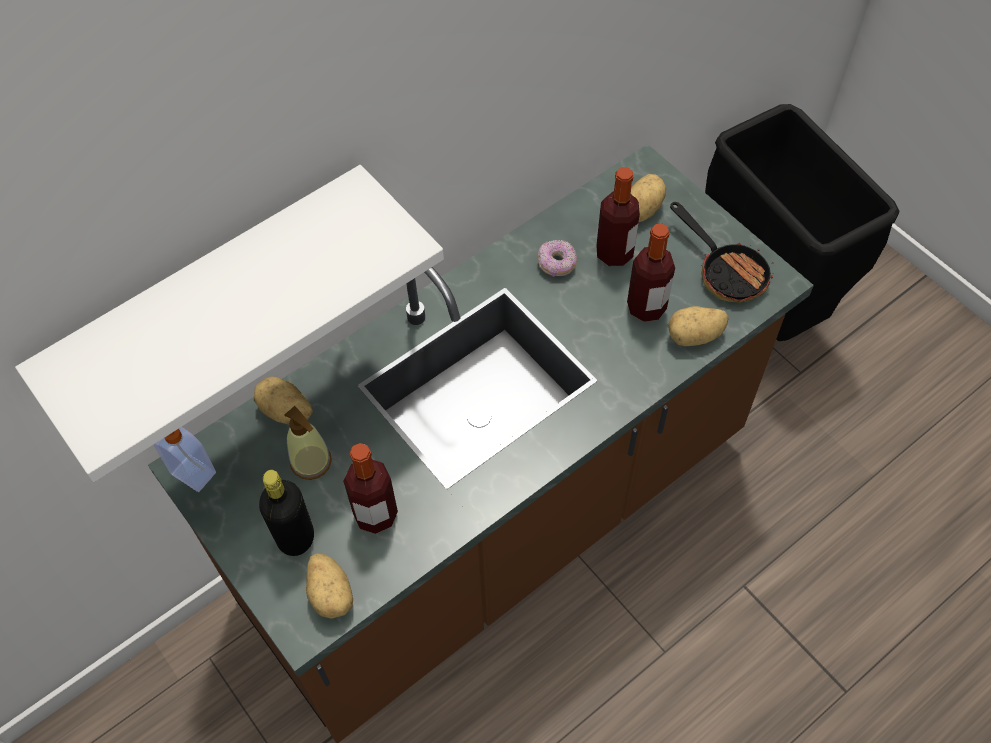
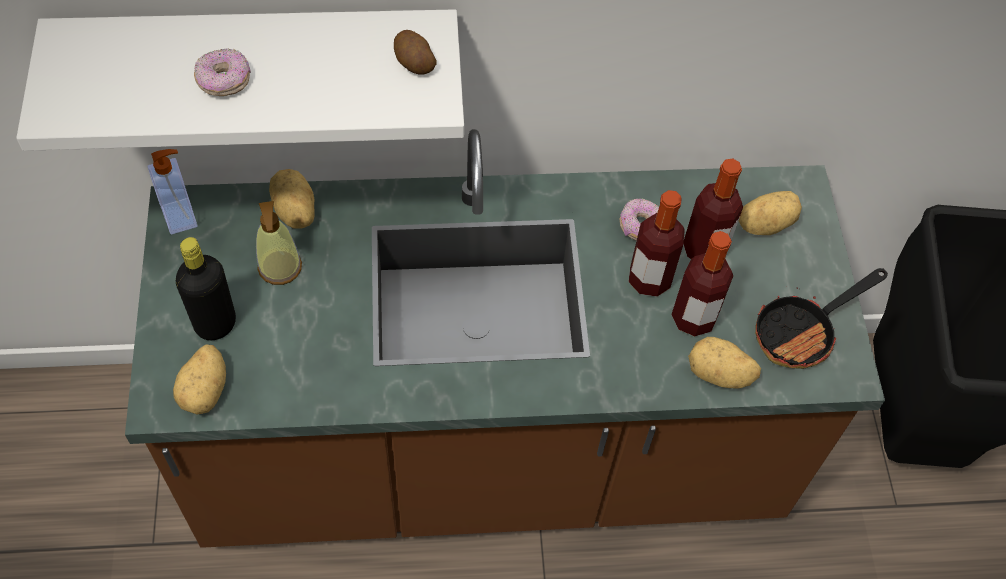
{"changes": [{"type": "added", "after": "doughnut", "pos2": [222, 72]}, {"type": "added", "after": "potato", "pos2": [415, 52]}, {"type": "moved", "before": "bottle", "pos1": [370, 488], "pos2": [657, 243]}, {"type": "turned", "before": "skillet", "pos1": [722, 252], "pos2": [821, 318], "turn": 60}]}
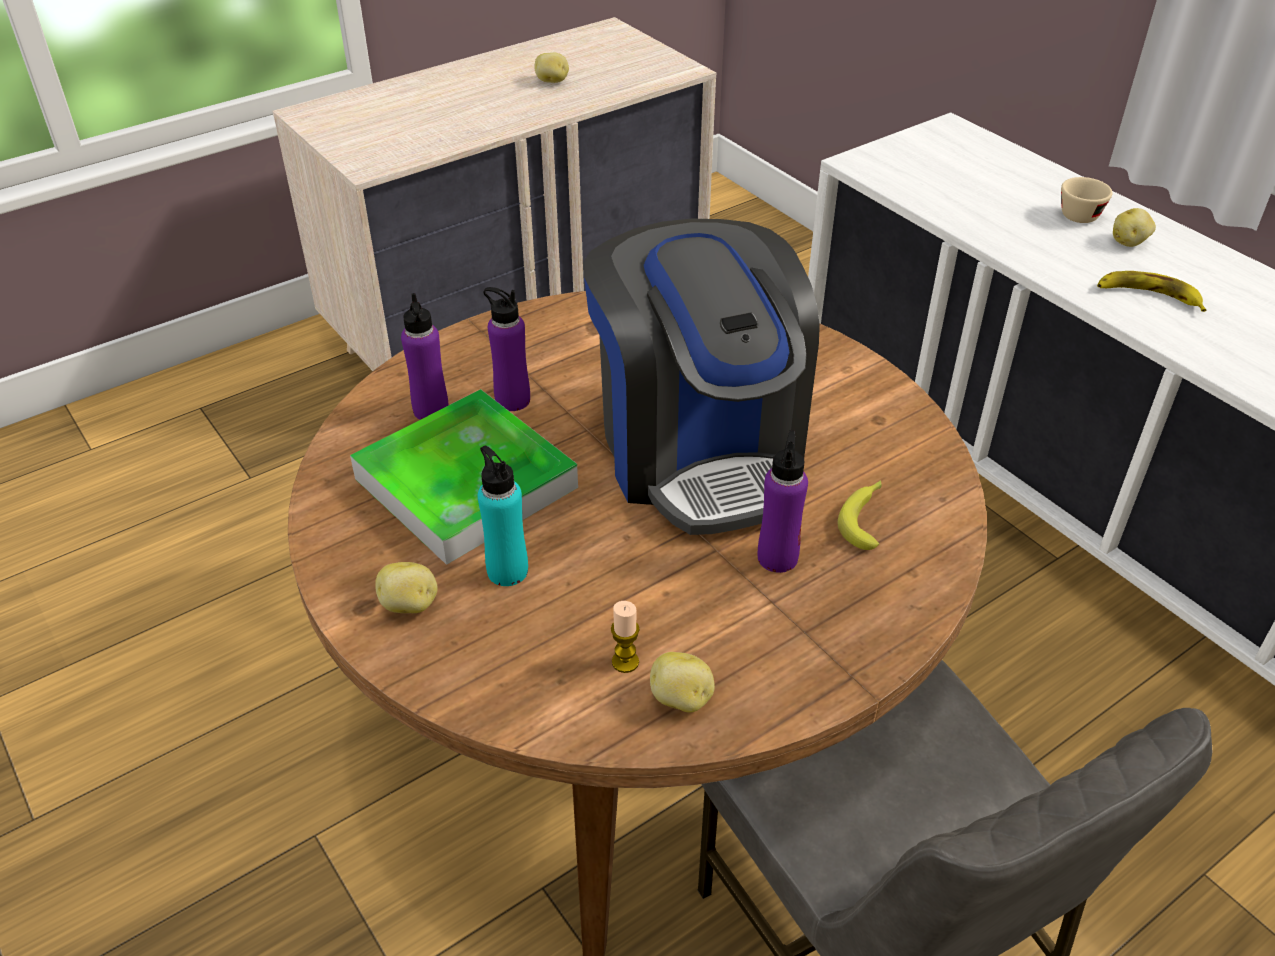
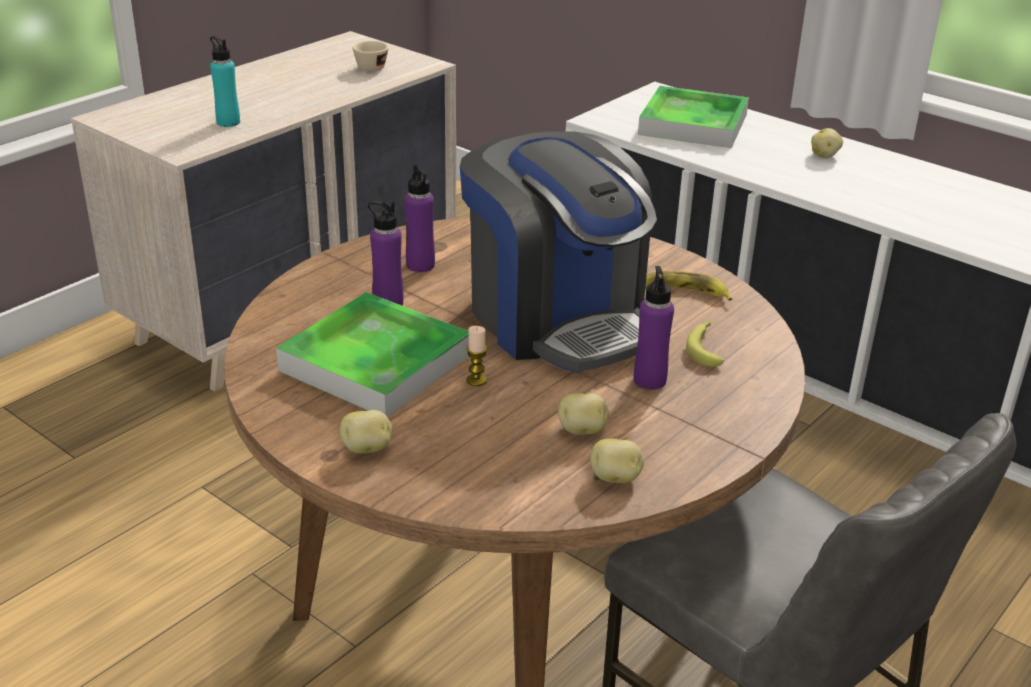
{"changes": [{"type": "added", "after": "carrying tray", "pos2": [693, 117]}, {"type": "moved", "before": "bottle (purple)", "pos1": [425, 356], "pos2": [419, 218]}, {"type": "moved", "before": "bottle (turquoise-coloured)", "pos1": [503, 516], "pos2": [225, 81]}, {"type": "moved", "before": "potato", "pos1": [551, 68], "pos2": [583, 413]}, {"type": "moved", "before": "candle", "pos1": [625, 637], "pos2": [476, 356]}, {"type": "moved", "before": "cup (beige)", "pos1": [1086, 200], "pos2": [371, 56]}, {"type": "moved", "before": "banana", "pos1": [1152, 291], "pos2": [688, 286]}]}
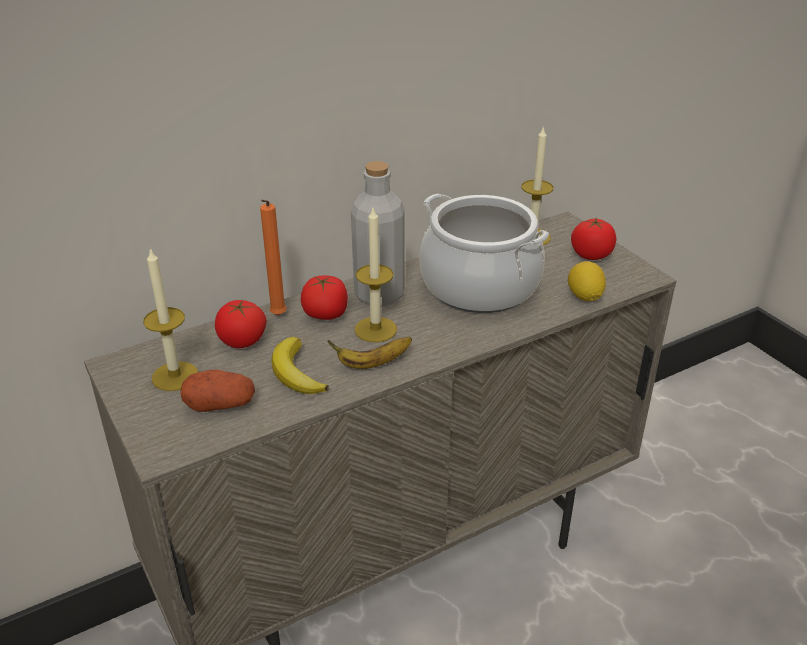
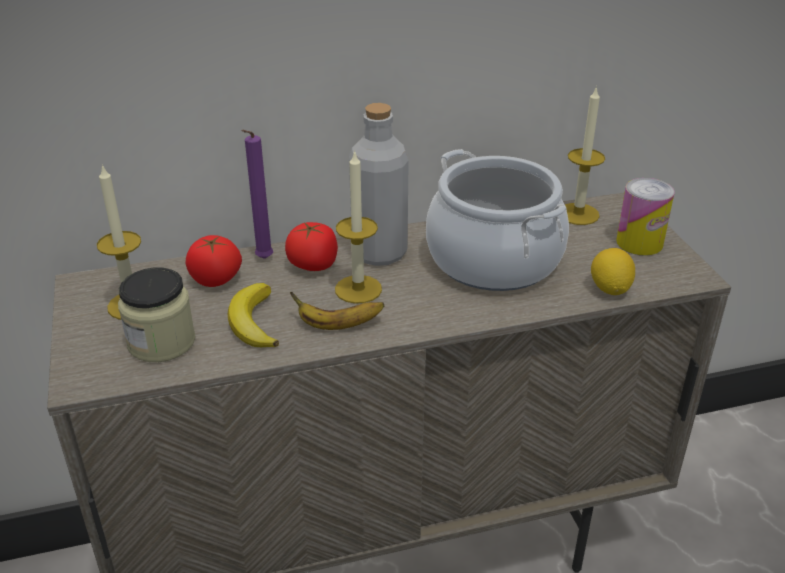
{"changes": [{"type": "replaced", "before": "potato", "after": "preserve jar", "pos1": [217, 391], "pos2": [157, 314]}, {"type": "replaced", "before": "fresh tomato", "after": "can", "pos1": [593, 239], "pos2": [645, 217]}, {"type": "recoloured", "before": "candle (orangey)", "after": "candle (purple)", "pos1": [273, 257], "pos2": [257, 194]}]}
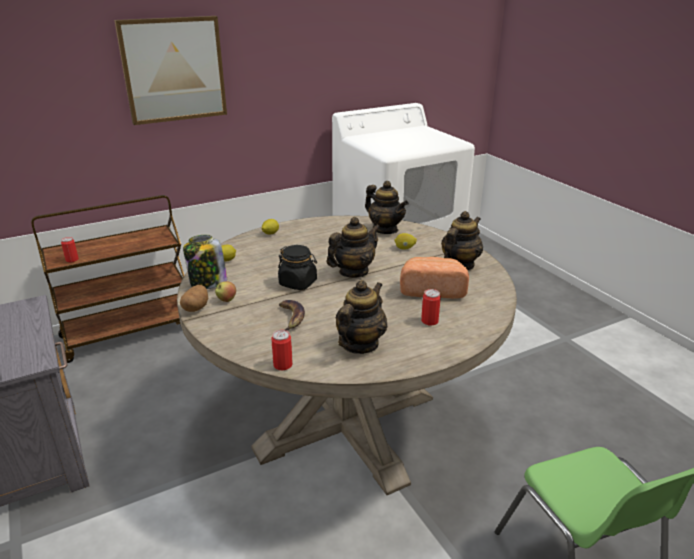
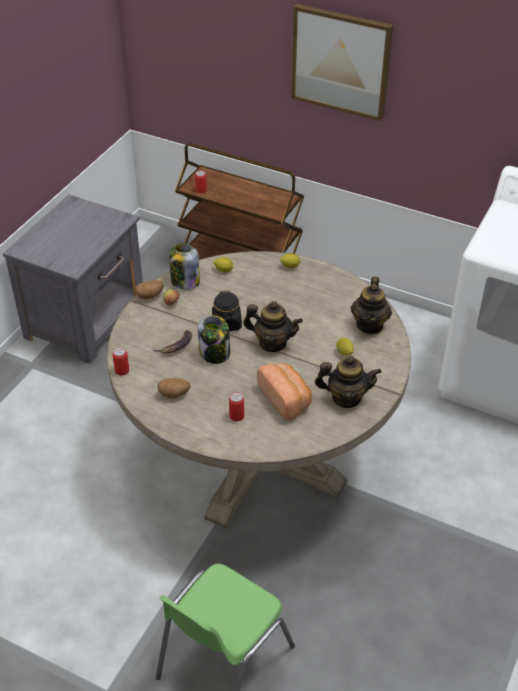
{"changes": [{"type": "added", "after": "preserve jar", "pos2": [214, 339]}, {"type": "replaced", "before": "teapot", "after": "potato", "pos1": [362, 317], "pos2": [174, 388]}]}
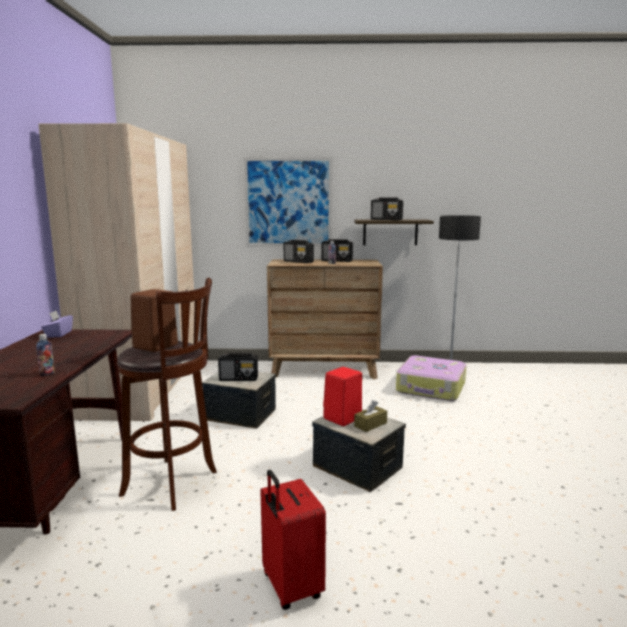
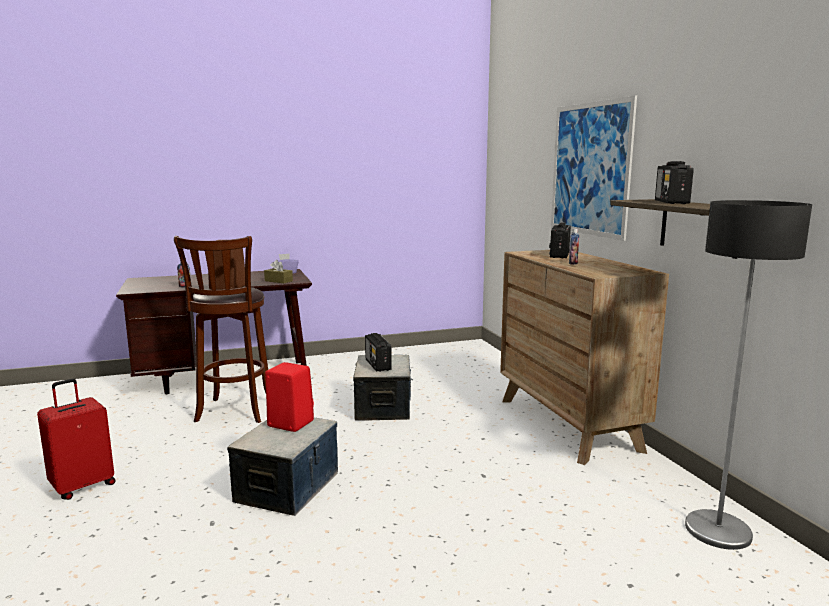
{"changes": [{"type": "removed", "before": "wardrobe (beige)", "pos1": [116, 272]}, {"type": "removed", "before": "radio", "pos1": [337, 250]}, {"type": "removed", "before": "travel case", "pos1": [431, 378]}, {"type": "moved", "before": "tissue box (brownish)", "pos1": [370, 416], "pos2": [278, 271]}]}
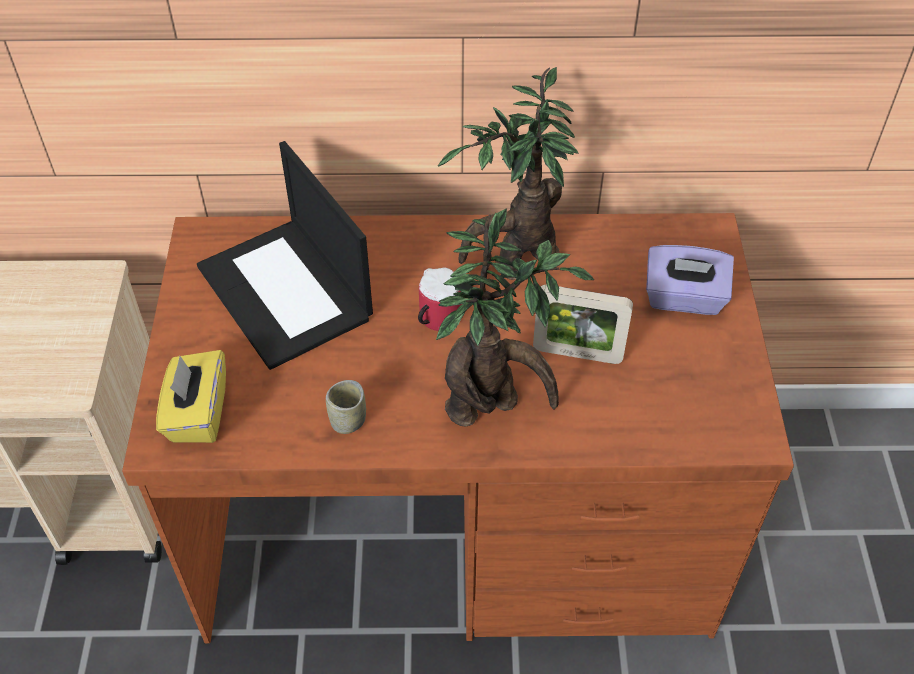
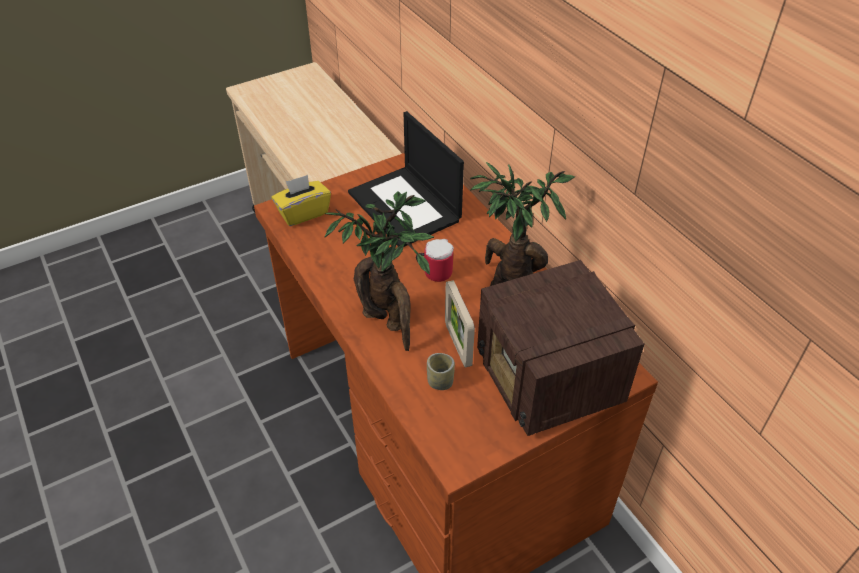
{"changes": [{"type": "moved", "before": "cup", "pos1": [346, 407], "pos2": [441, 371]}, {"type": "replaced", "before": "tissue box (purple)", "after": "radio", "pos1": [690, 280], "pos2": [560, 348]}, {"type": "turned", "before": "laptop", "pos1": [285, 255], "pos2": [406, 179], "turn": -60}]}
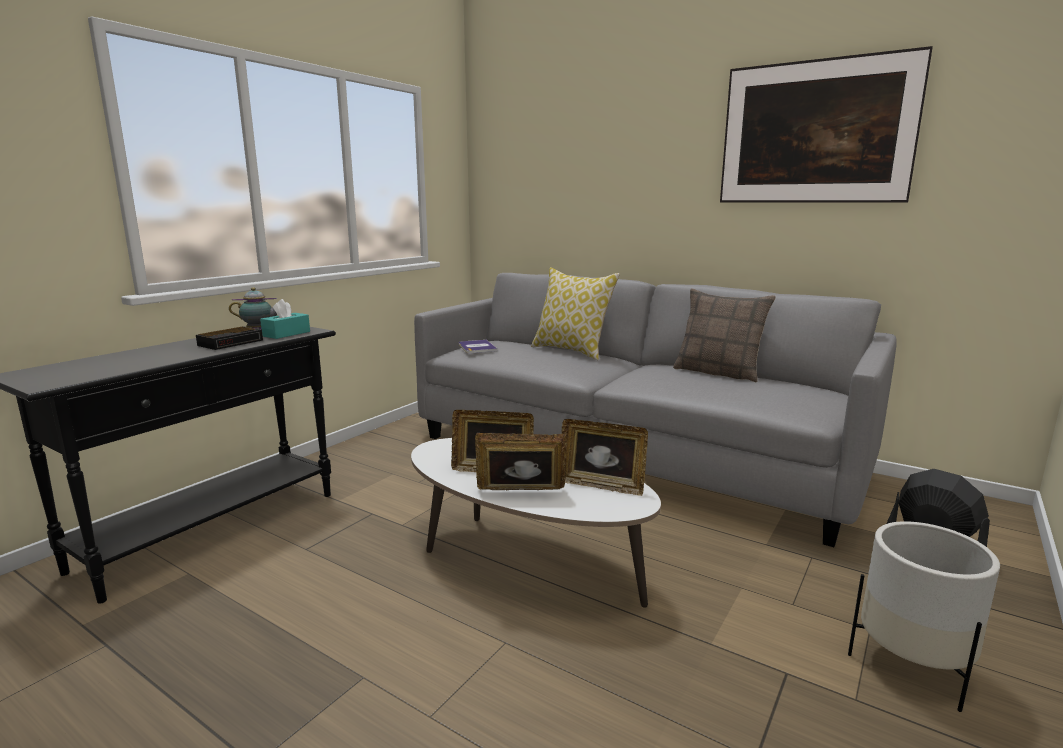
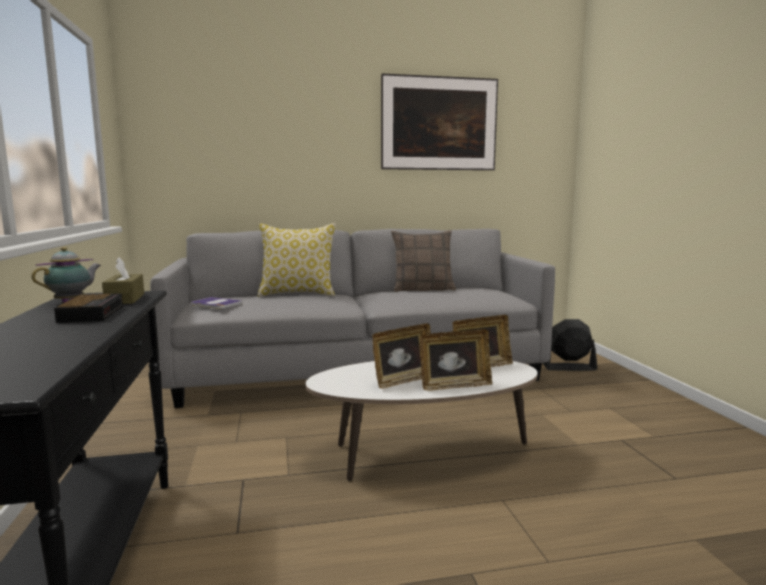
{"changes": [{"type": "removed", "before": "flower pot (white-coloured)", "pos1": [924, 616]}, {"type": "recoloured", "before": "tissue box (turquoise-coloured)", "after": "tissue box (brownish)", "pos1": [285, 319], "pos2": [123, 280]}, {"type": "turned", "before": "standing frame", "pos1": [521, 461], "pos2": [456, 360], "turn": -150}]}
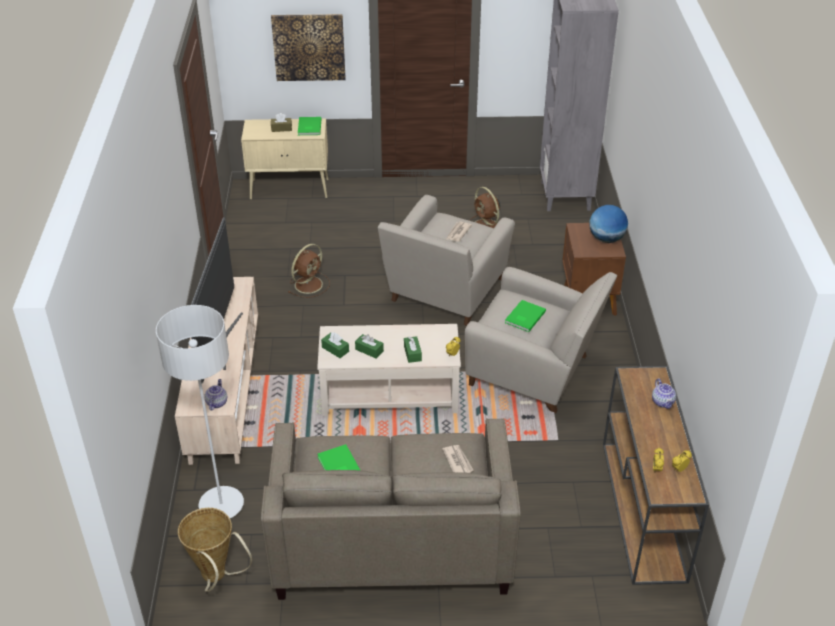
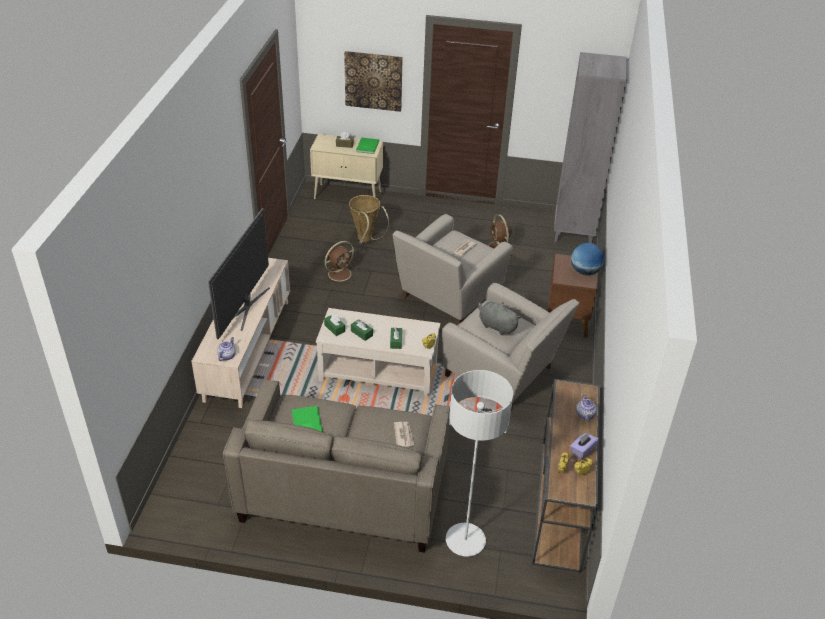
{"changes": [{"type": "added", "after": "tissue box (purple)", "pos2": [584, 445]}, {"type": "moved", "before": "standard lamp (grey)", "pos1": [200, 411], "pos2": [479, 463]}, {"type": "moved", "before": "household basket", "pos1": [215, 550], "pos2": [369, 219]}, {"type": "replaced", "before": "book (green-coloured)", "after": "plush toy (grey)", "pos1": [525, 316], "pos2": [499, 318]}]}
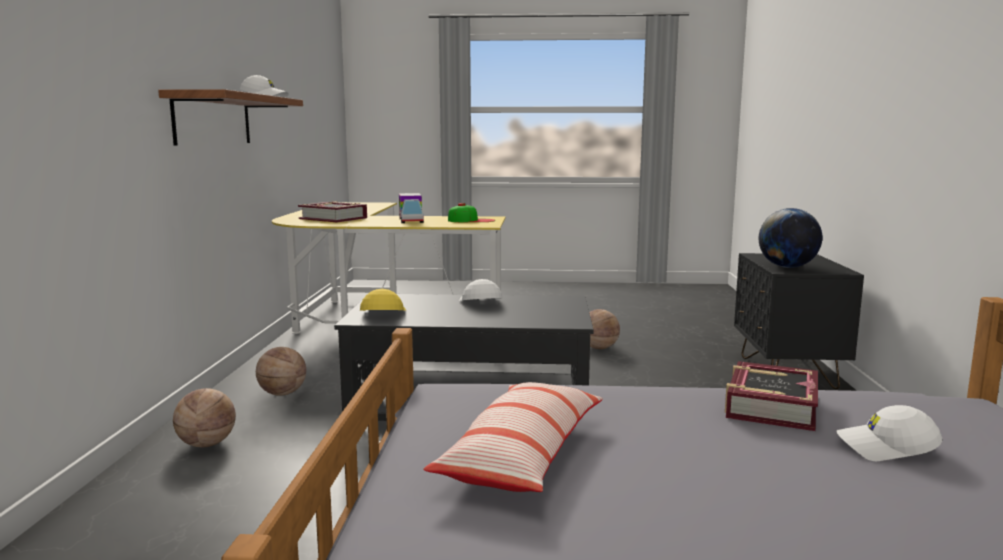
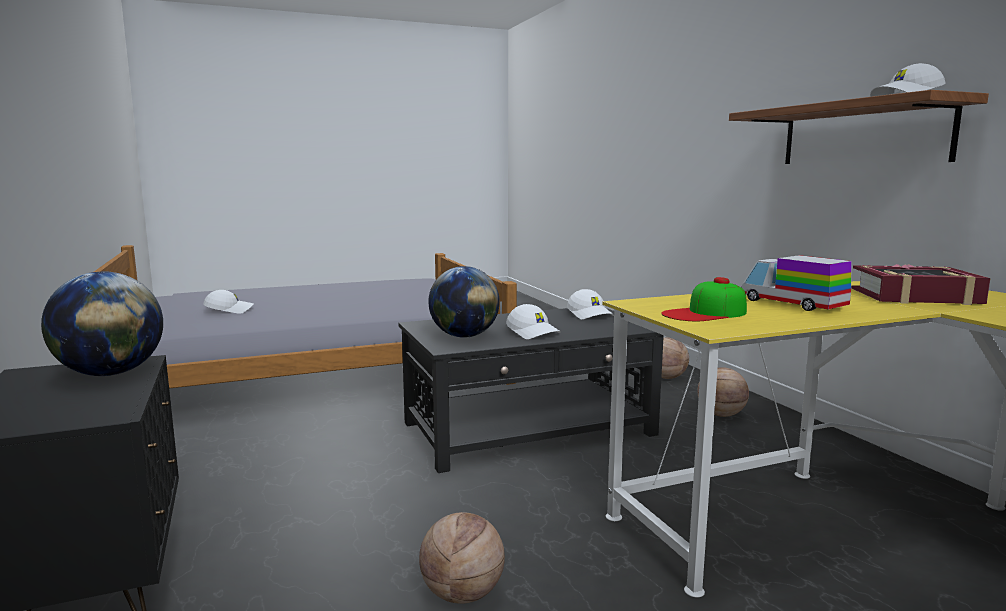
{"changes": [{"type": "removed", "before": "cushion", "pos1": [513, 437]}, {"type": "removed", "before": "book", "pos1": [771, 396]}, {"type": "added", "after": "globe", "pos2": [464, 302]}, {"type": "recoloured", "before": "peaked cap (yellow)", "after": "peaked cap (white-coloured)", "pos1": [383, 300], "pos2": [590, 304]}]}
